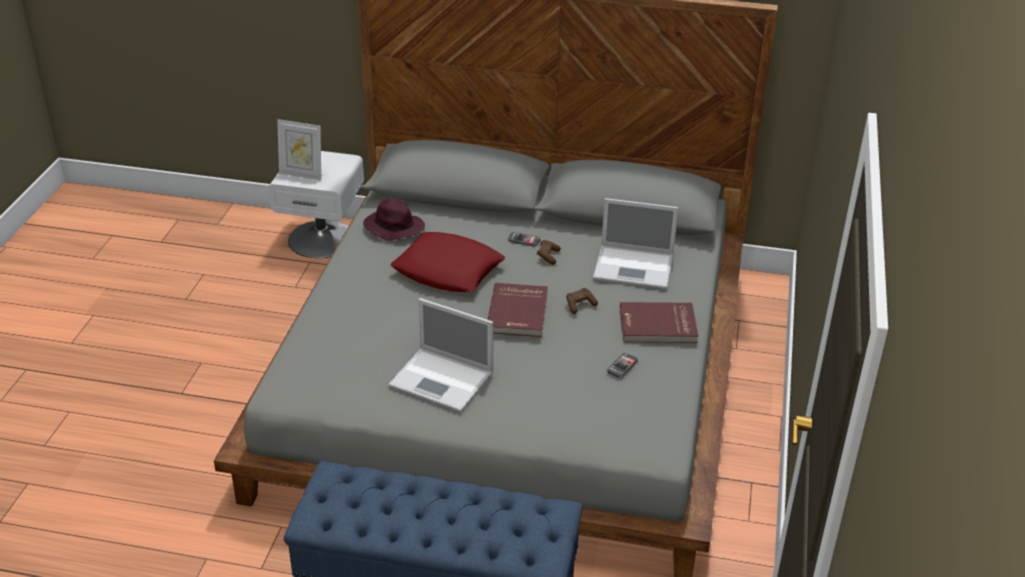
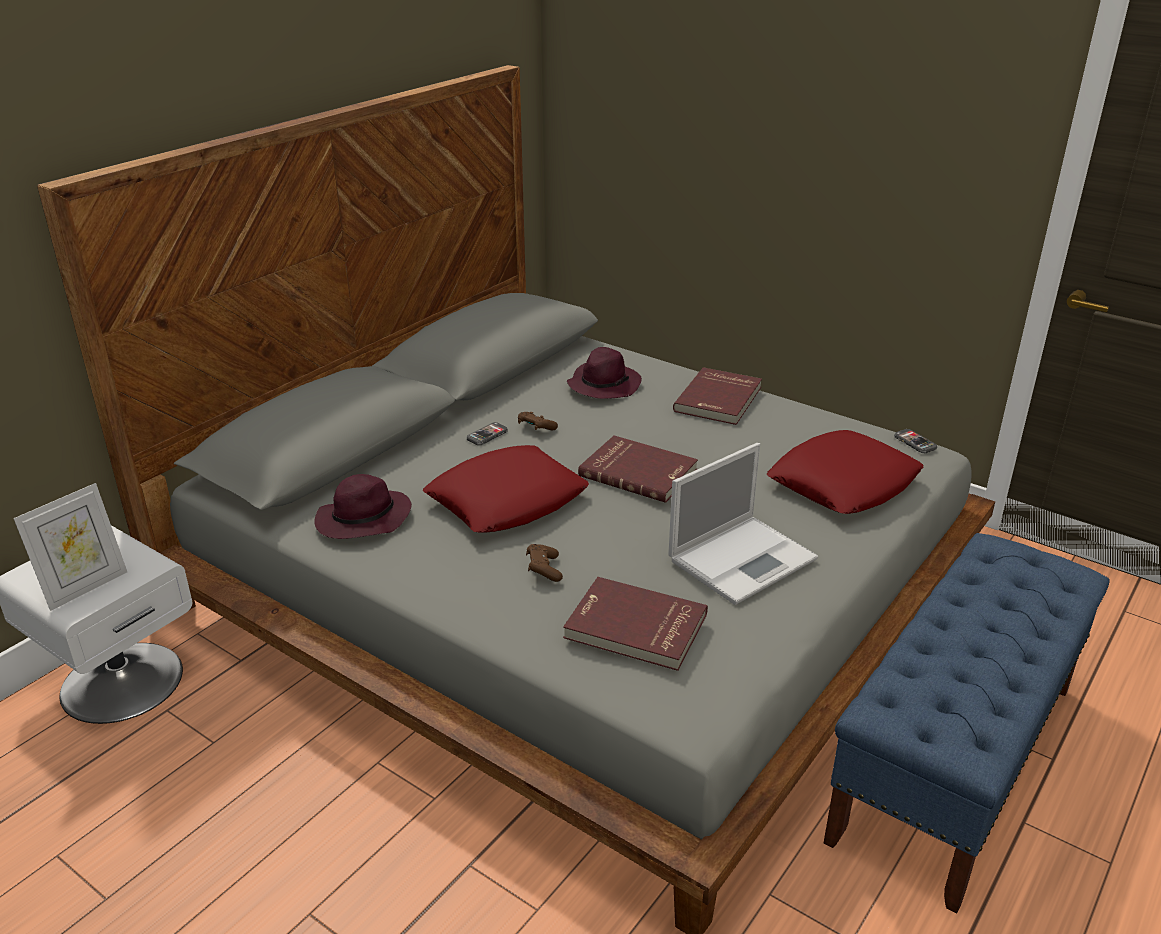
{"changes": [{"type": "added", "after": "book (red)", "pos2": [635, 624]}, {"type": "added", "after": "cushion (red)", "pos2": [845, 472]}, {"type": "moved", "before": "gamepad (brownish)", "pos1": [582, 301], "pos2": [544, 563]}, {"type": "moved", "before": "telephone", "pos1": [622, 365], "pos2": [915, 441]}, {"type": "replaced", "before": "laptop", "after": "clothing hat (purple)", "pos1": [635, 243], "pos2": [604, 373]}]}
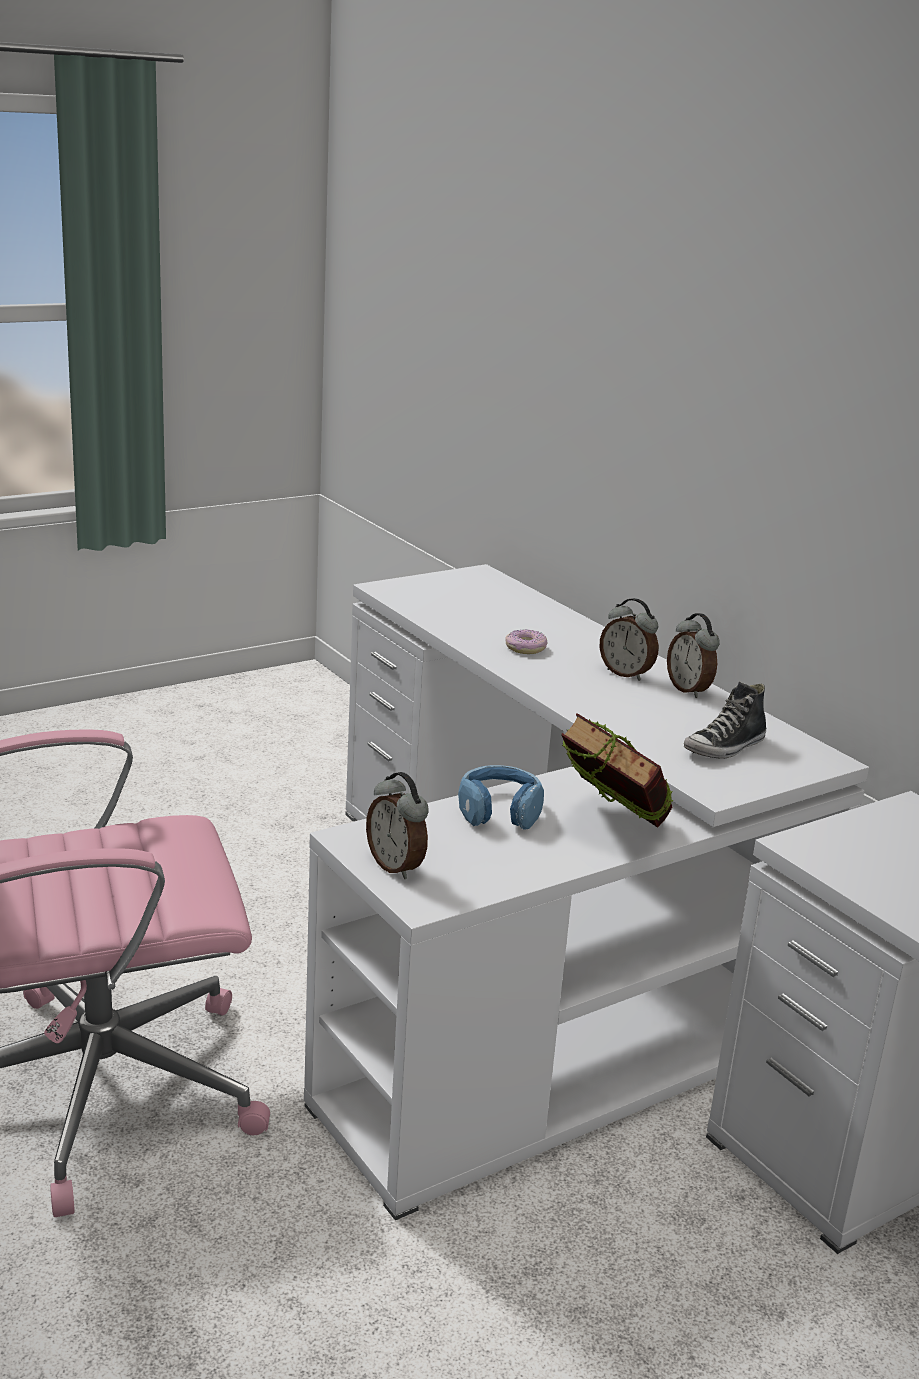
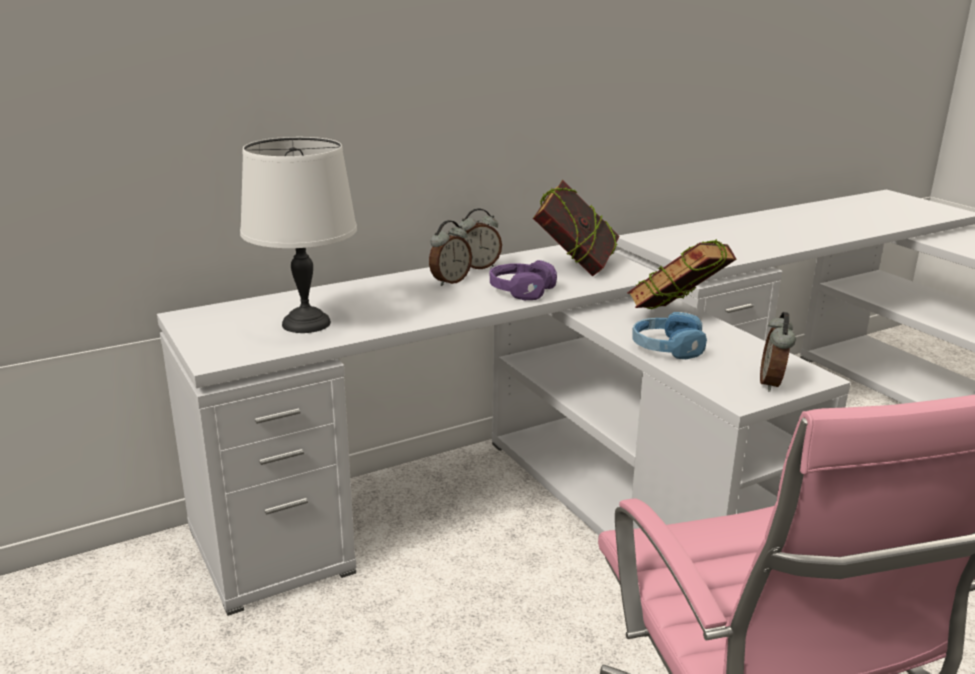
{"changes": [{"type": "removed", "before": "doughnut", "pos1": [526, 642]}, {"type": "added", "after": "table lamp (white-coloured)", "pos2": [298, 235]}, {"type": "added", "after": "pair of headphones (purple)", "pos2": [523, 280]}, {"type": "replaced", "before": "low shoe", "after": "book", "pos1": [725, 719], "pos2": [576, 228]}, {"type": "turned", "before": "alarm clock", "pos1": [397, 825], "pos2": [778, 351], "turn": 135}]}
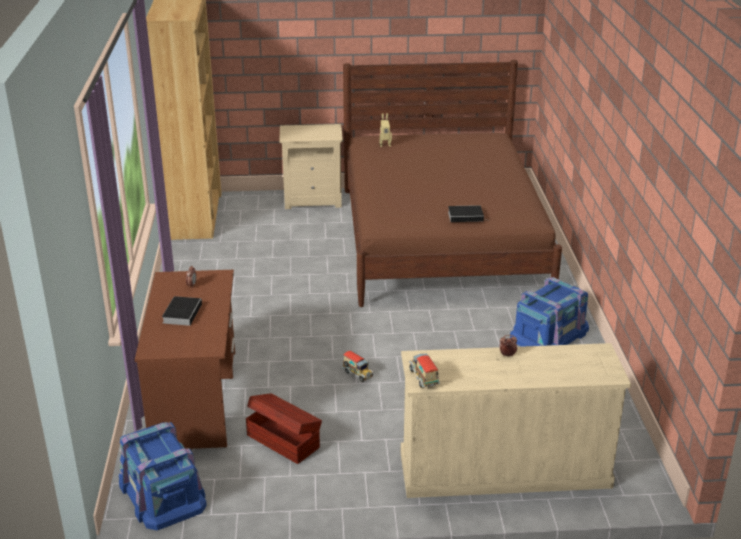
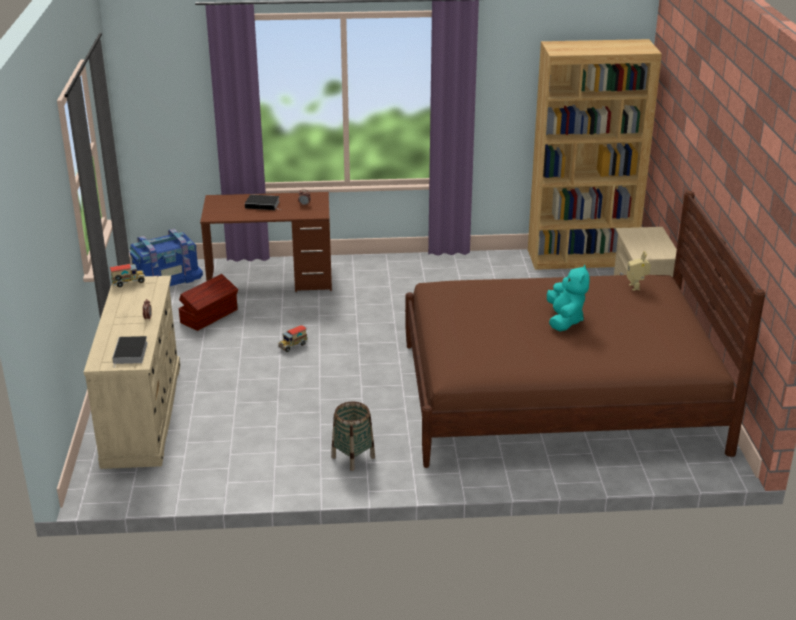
{"changes": [{"type": "added", "after": "plush toy (turquoise-coloured)", "pos2": [568, 298]}, {"type": "moved", "before": "book", "pos1": [469, 213], "pos2": [130, 350]}, {"type": "replaced", "before": "storage bin (bluish)", "after": "household basket", "pos1": [549, 312], "pos2": [353, 436]}]}
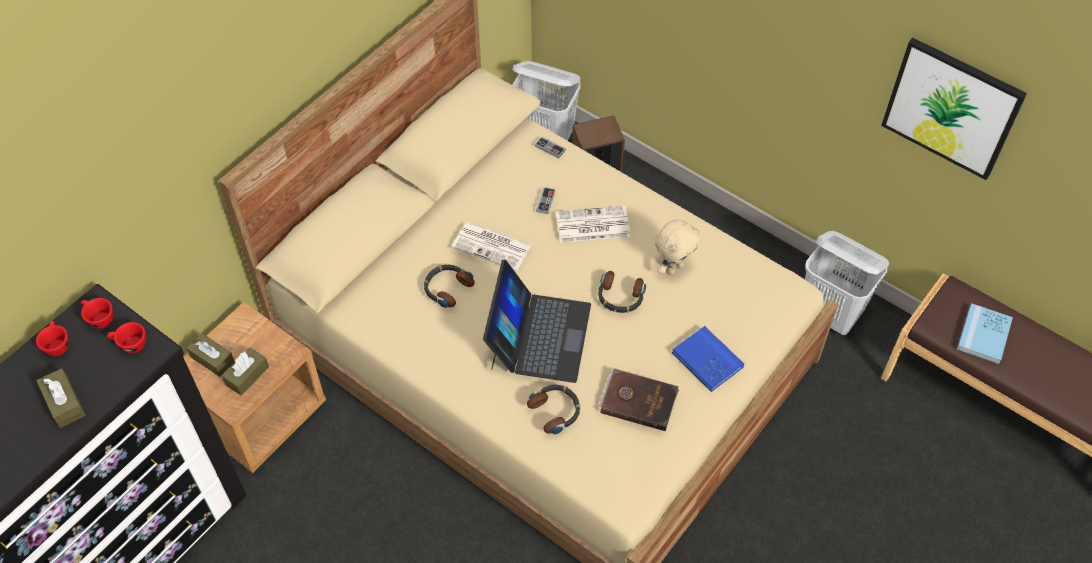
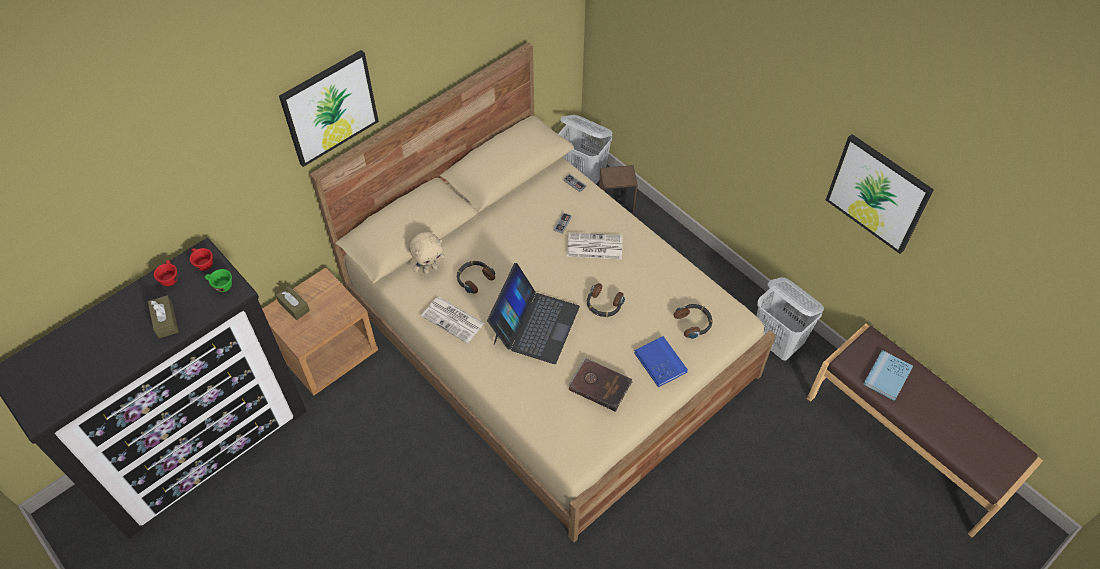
{"changes": [{"type": "removed", "before": "tissue box (brownish)", "pos1": [245, 371]}, {"type": "added", "after": "wall picture", "pos2": [329, 108]}, {"type": "moved", "before": "printed paper", "pos1": [492, 246], "pos2": [453, 320]}, {"type": "moved", "before": "pair of headphones", "pos1": [553, 409], "pos2": [693, 321]}, {"type": "moved", "before": "plush toy (beige)", "pos1": [678, 247], "pos2": [427, 253]}, {"type": "recoloured", "before": "cup (red)", "after": "cup (green-coloured)", "pos1": [126, 337], "pos2": [218, 280]}]}
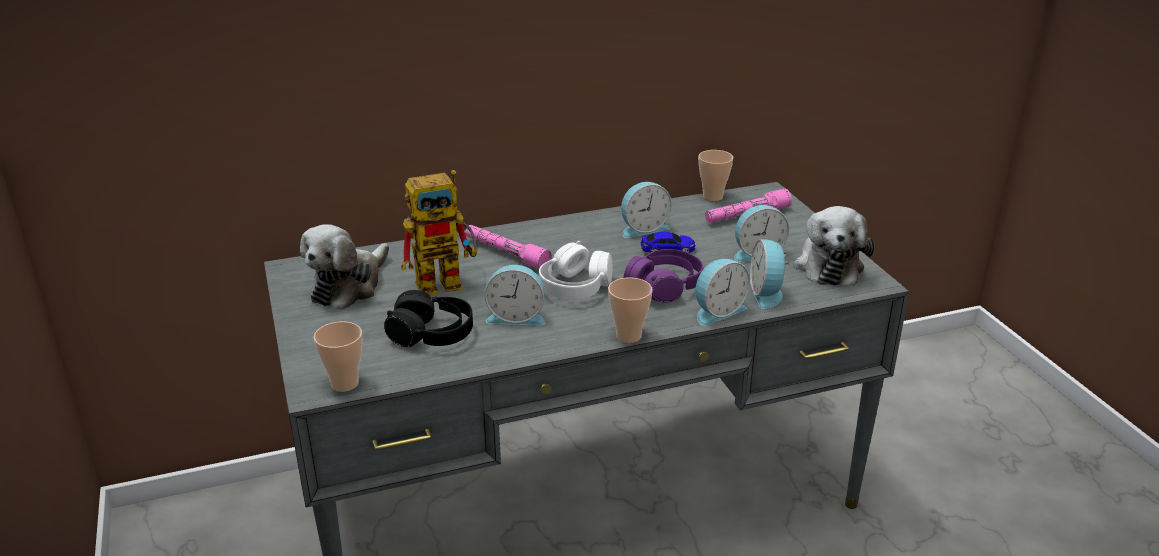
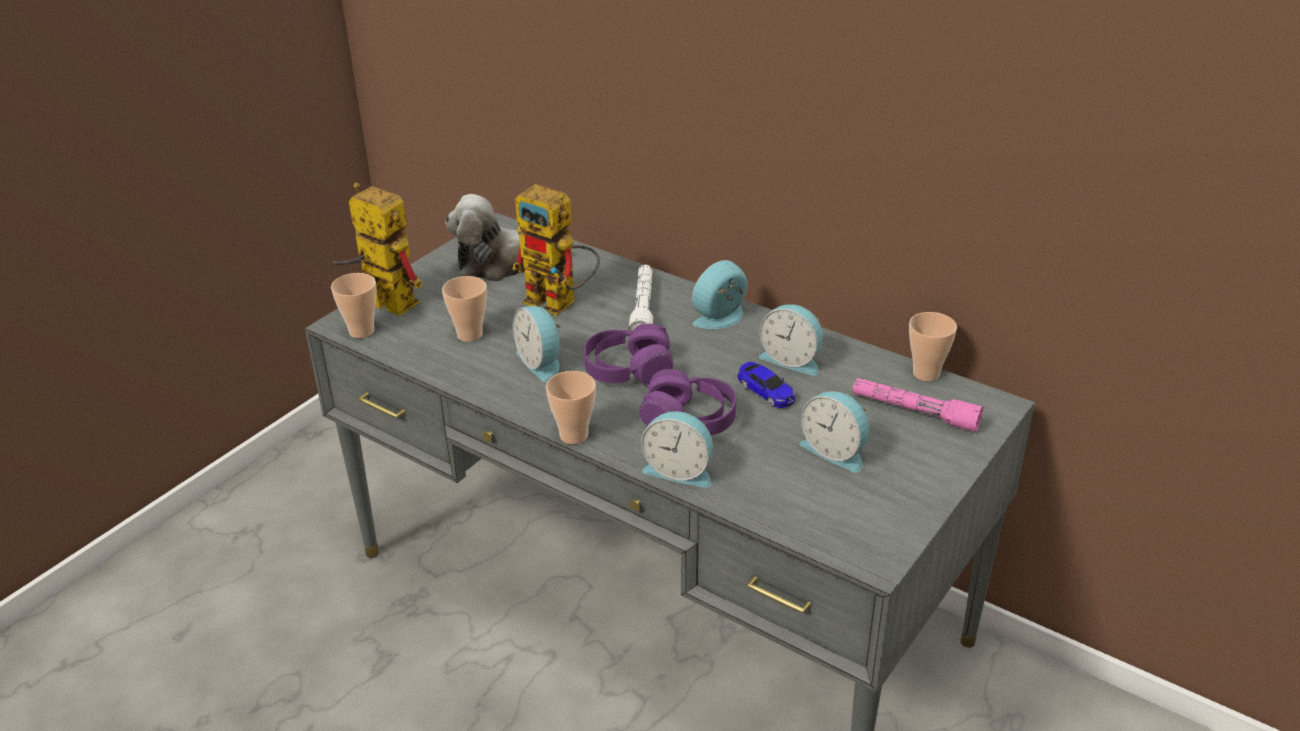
{"changes": [{"type": "removed", "before": "plush toy", "pos1": [834, 246]}, {"type": "added", "after": "toy robot", "pos2": [378, 249]}, {"type": "moved", "before": "alarm clock", "pos1": [770, 274], "pos2": [720, 294]}, {"type": "replaced", "before": "pair of headphones (black)", "after": "cup", "pos1": [428, 318], "pos2": [464, 309]}, {"type": "recoloured", "before": "hand torch (pink-coloured)", "after": "hand torch (white-coloured)", "pos1": [508, 247], "pos2": [641, 298]}, {"type": "recoloured", "before": "pair of headphones (white-coloured)", "after": "pair of headphones (purple)", "pos1": [576, 270], "pos2": [628, 354]}]}
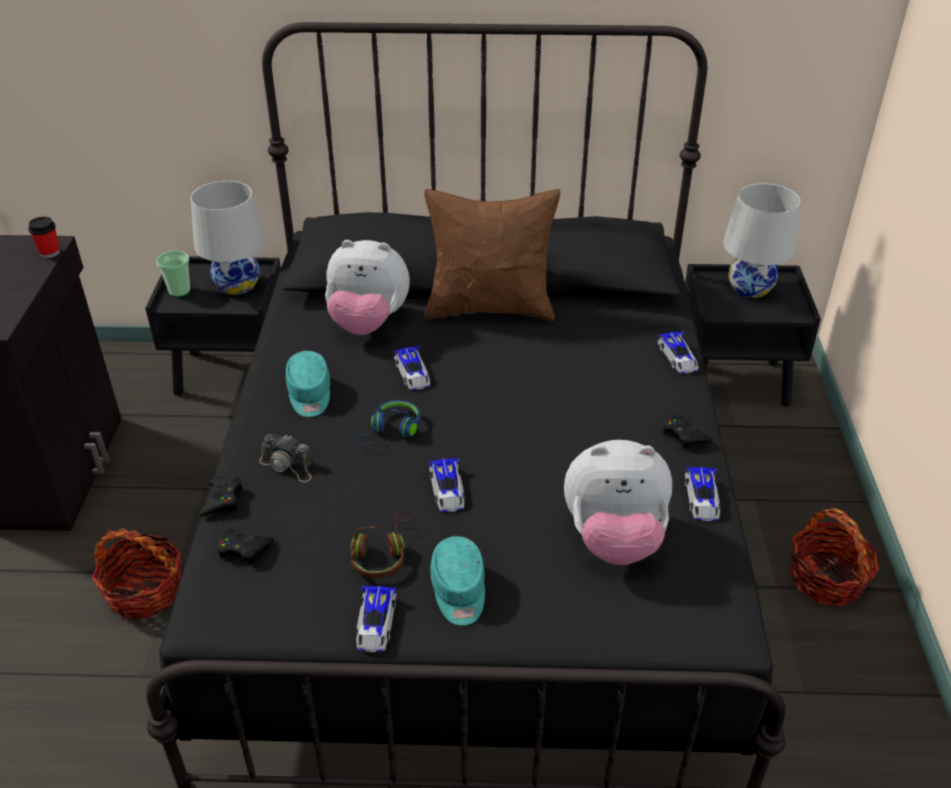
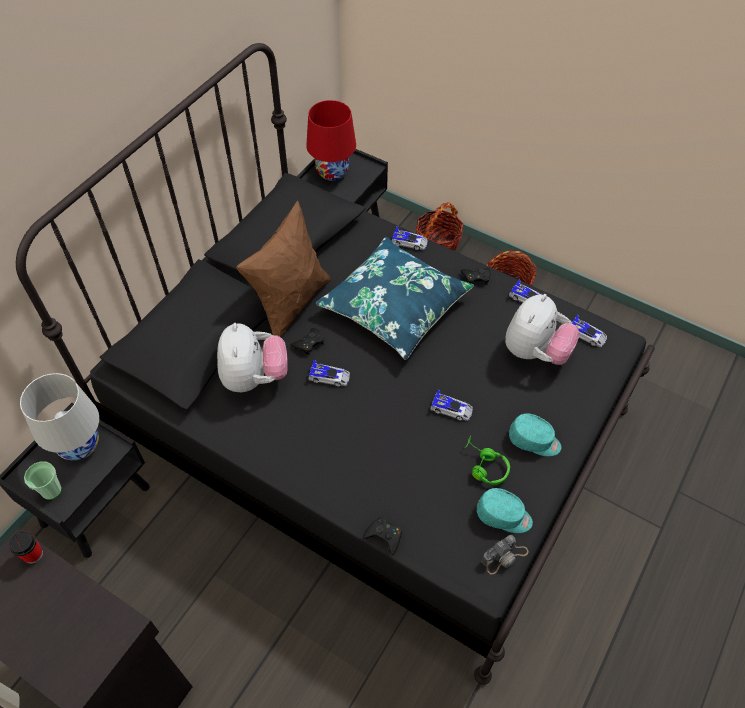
{"changes": [{"type": "removed", "before": "pair of headphones (bluish)", "pos1": [388, 422]}, {"type": "added", "after": "cushion (bluish)", "pos2": [395, 298]}, {"type": "moved", "before": "household basket", "pos1": [137, 573], "pos2": [439, 226]}, {"type": "moved", "before": "gamepad (black)", "pos1": [245, 547], "pos2": [307, 341]}, {"type": "moved", "before": "still camera", "pos1": [285, 458], "pos2": [505, 554]}, {"type": "moved", "before": "peaked cap (turquoise-coloured)", "pos1": [308, 384], "pos2": [505, 510]}, {"type": "moved", "before": "model car", "pos1": [376, 619], "pos2": [589, 331]}, {"type": "recoloured", "before": "pair of headphones (brownish)", "after": "pair of headphones (green-coloured)", "pos1": [381, 544], "pos2": [487, 460]}, {"type": "recoloured", "before": "table lamp (white-coloured)", "after": "table lamp (red)", "pos1": [761, 240], "pos2": [331, 140]}, {"type": "turned", "before": "plush toy", "pos1": [367, 287], "pos2": [252, 357], "turn": -45}]}
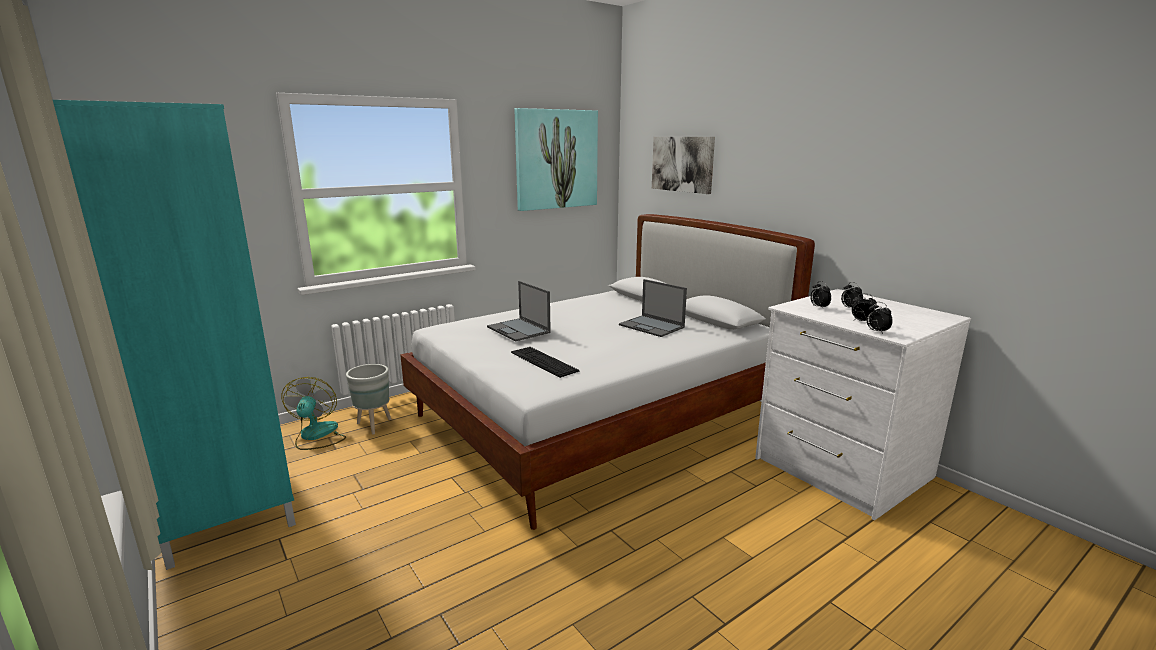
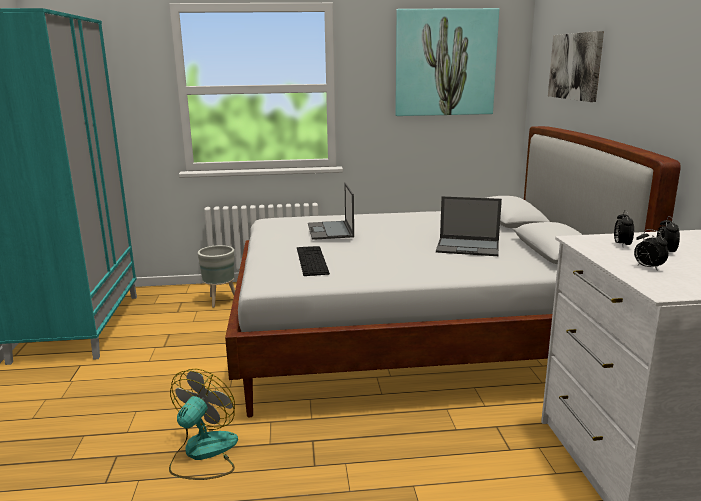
{"changes": [{"type": "removed", "before": "alarm clock", "pos1": [879, 318]}, {"type": "moved", "before": "cooling fan", "pos1": [314, 413], "pos2": [203, 424]}, {"type": "turned", "before": "laptop", "pos1": [653, 308], "pos2": [469, 226], "turn": -60}]}
